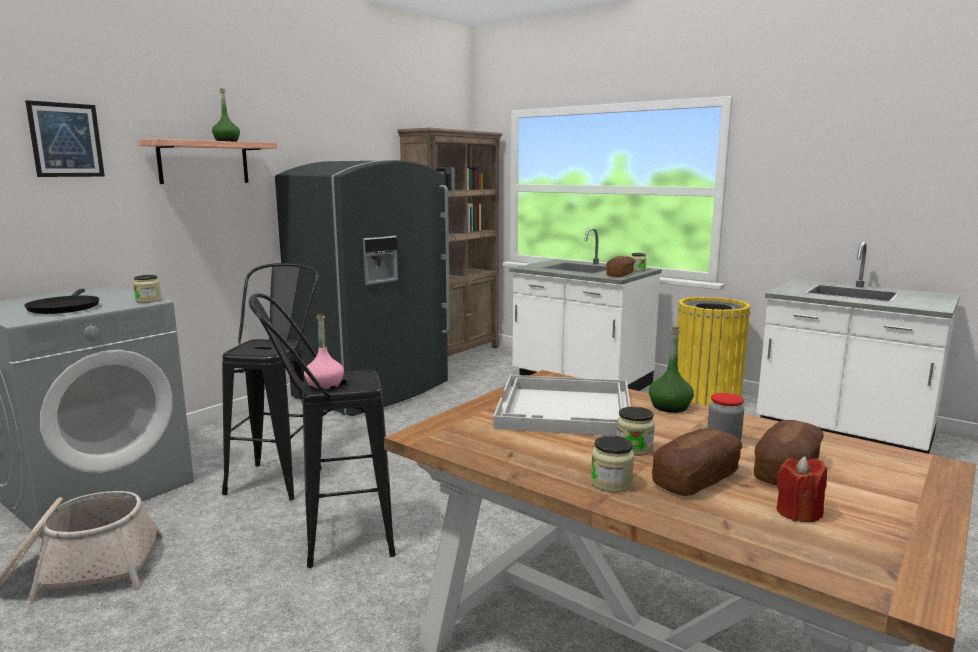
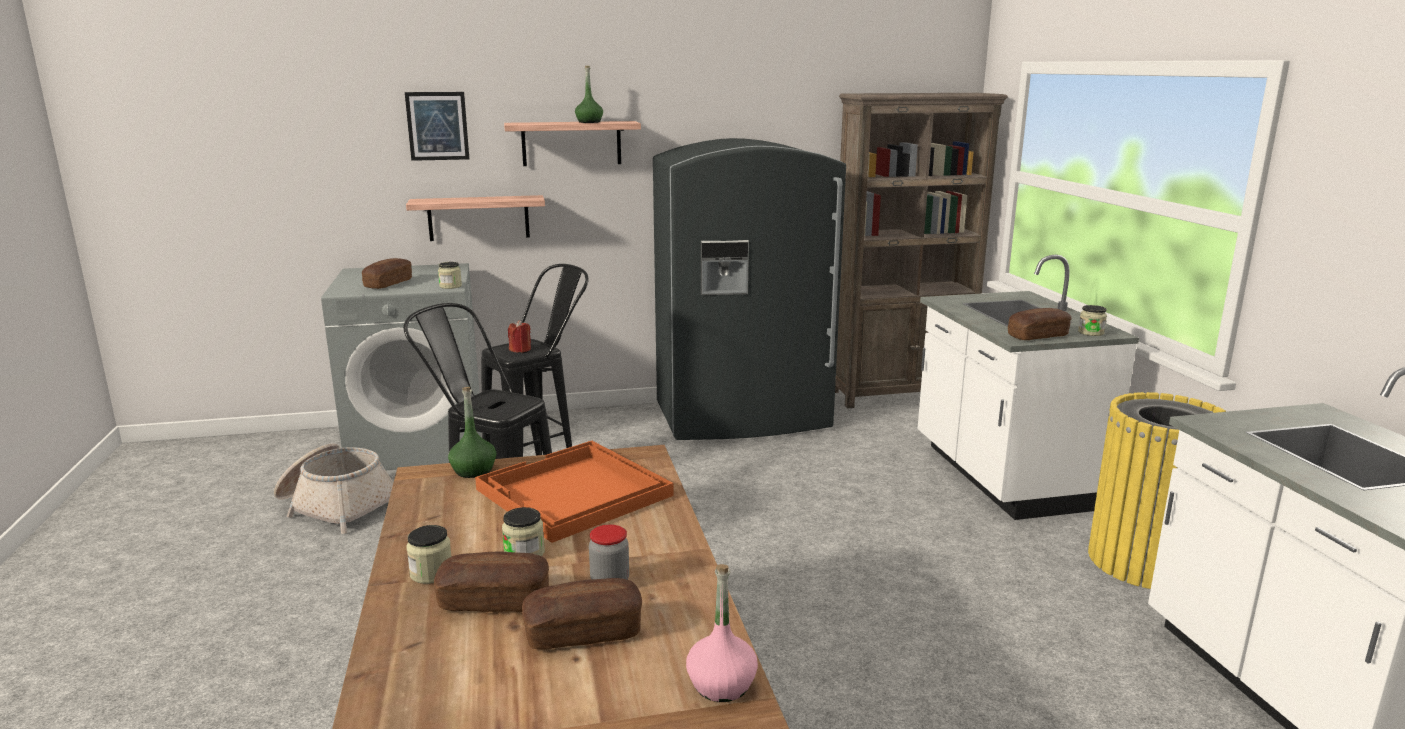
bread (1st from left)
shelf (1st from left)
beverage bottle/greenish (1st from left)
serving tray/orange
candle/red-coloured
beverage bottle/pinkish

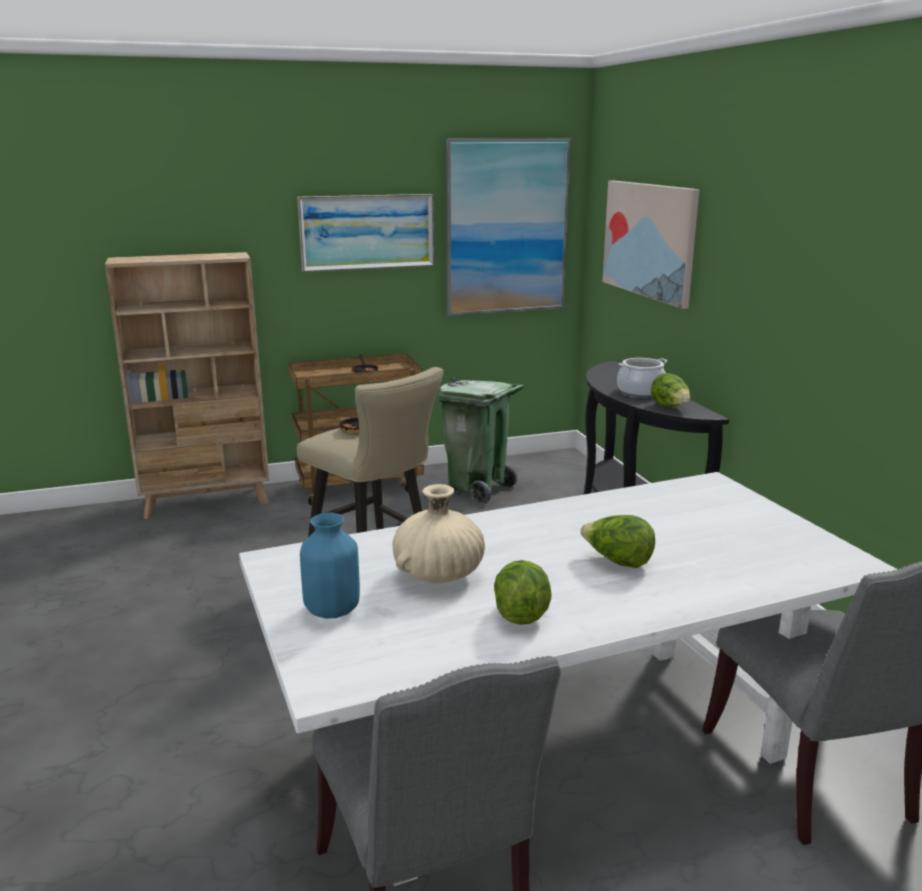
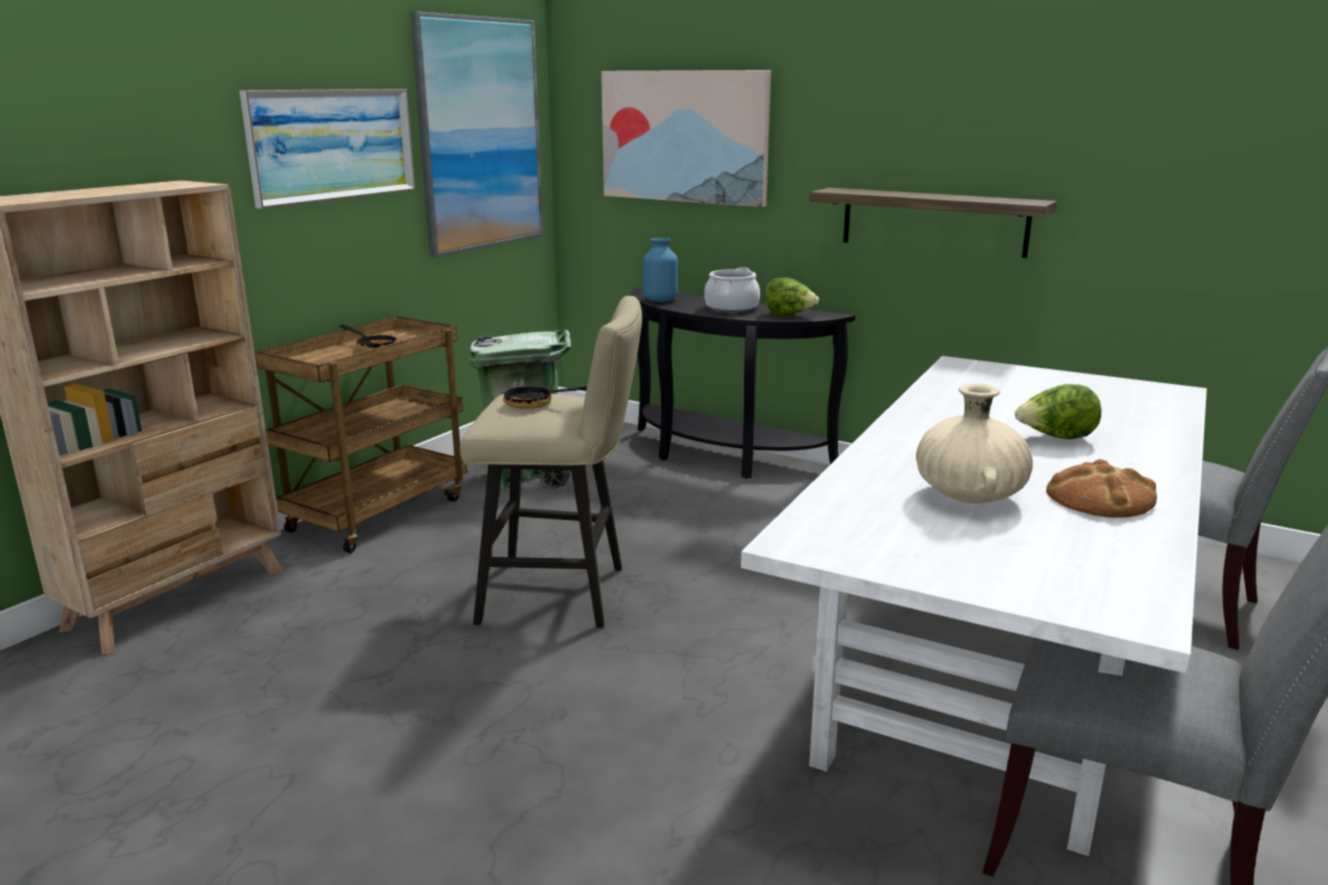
decorative vase/blue
shelf
bread

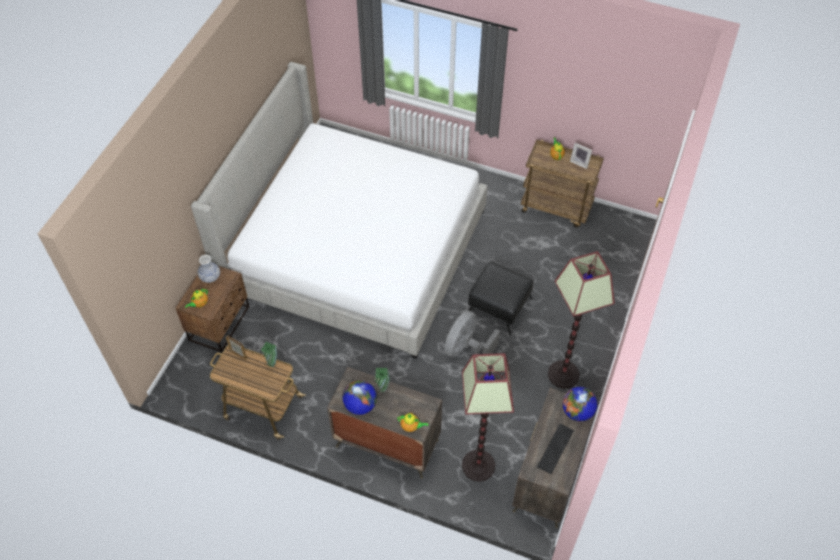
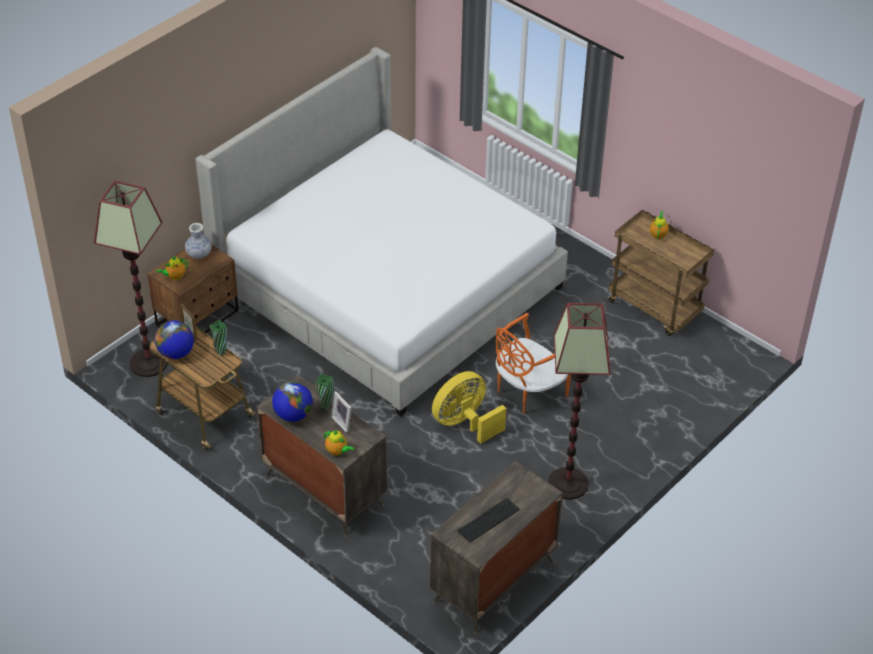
standing lamp (1st from left)
world globe (1st from left)
standing frame (2nd from left)
fan/yellow
plain chair/orange

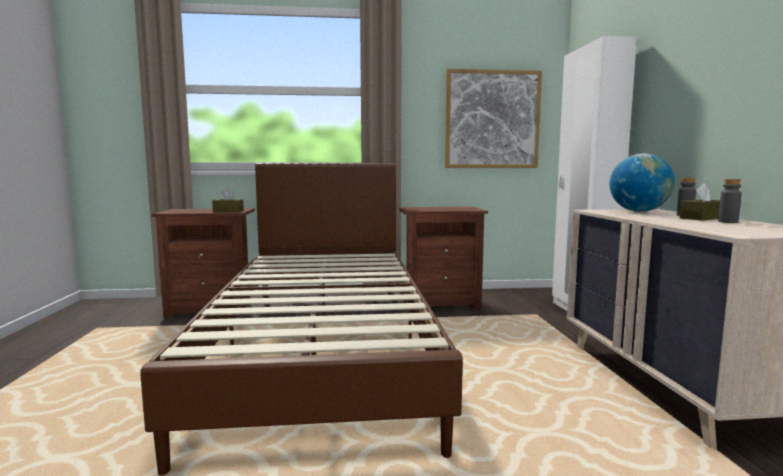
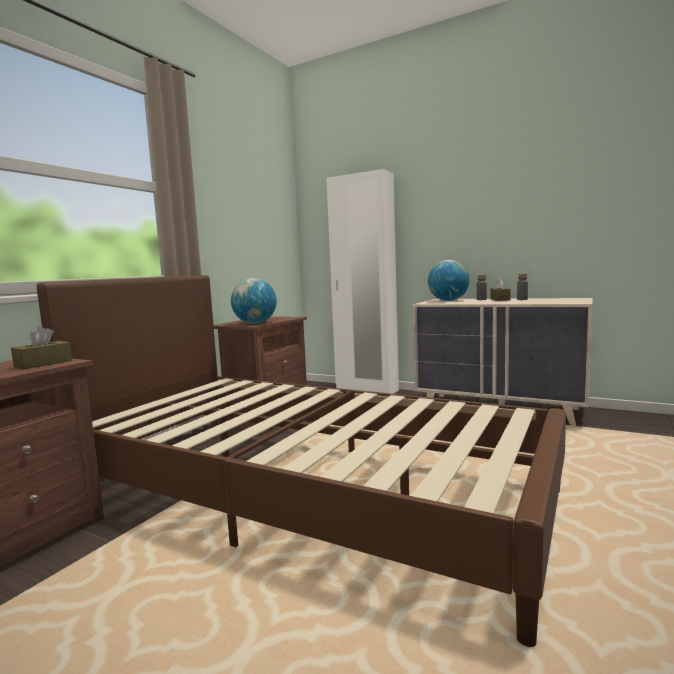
world globe (1st from left)
wall picture

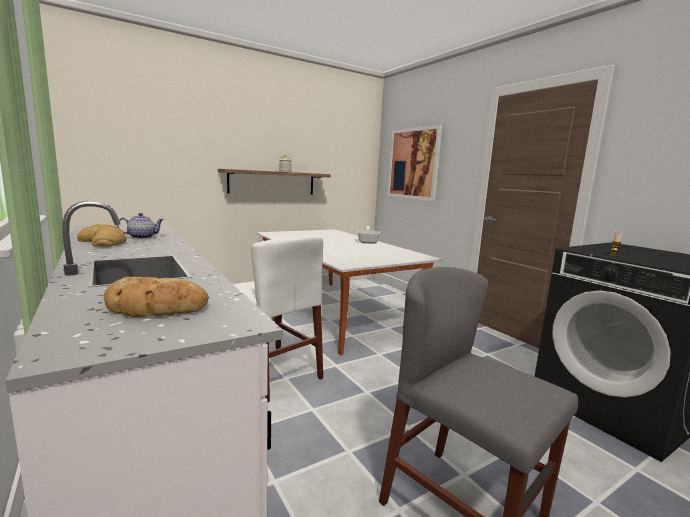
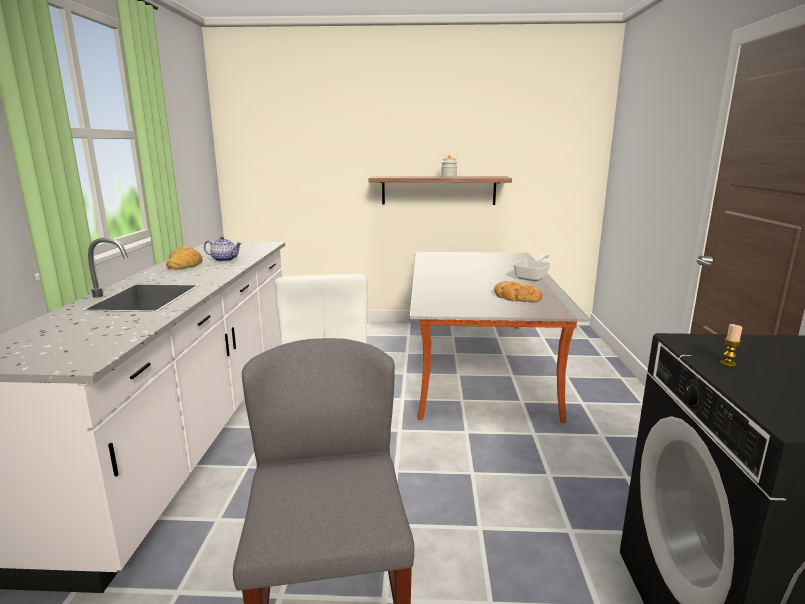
bread (2nd from left)
wall picture

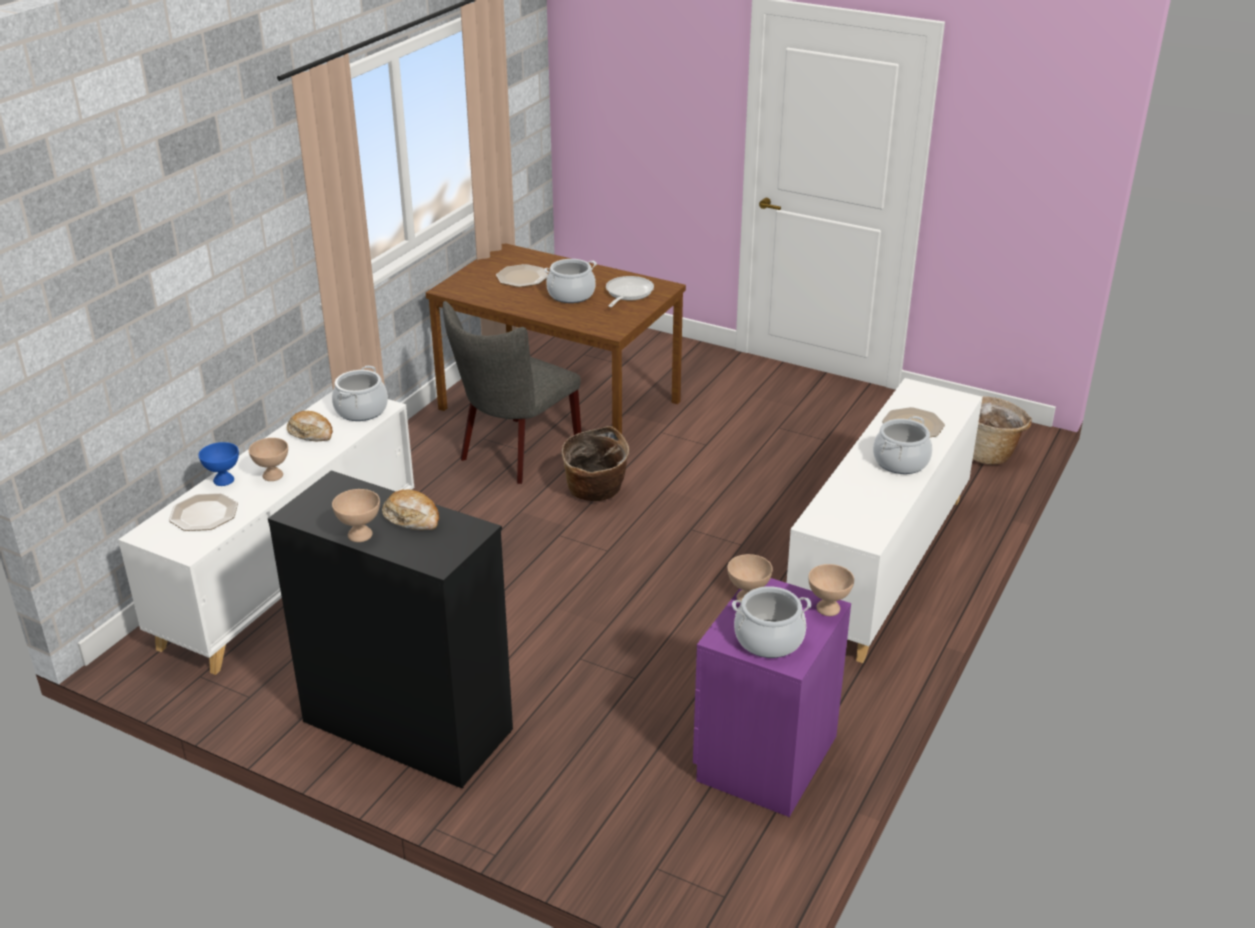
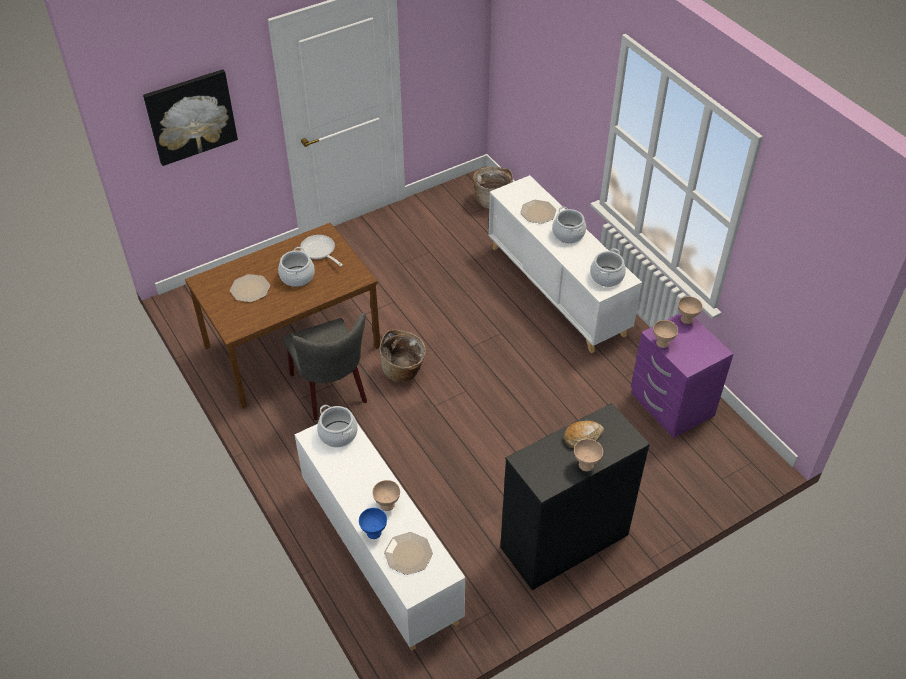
wall picture
saucepot (4th from left)
bread (1st from left in the first image)

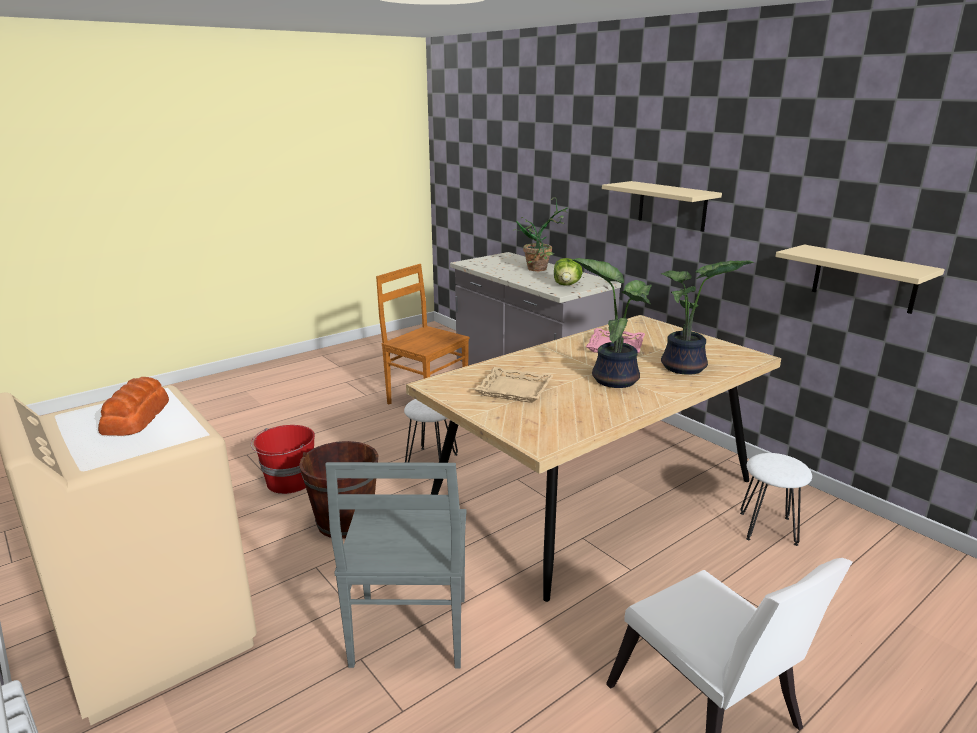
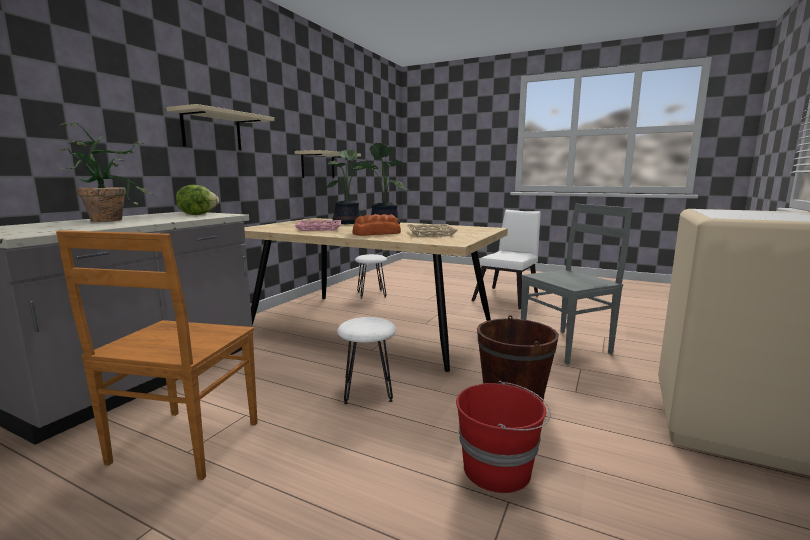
bread

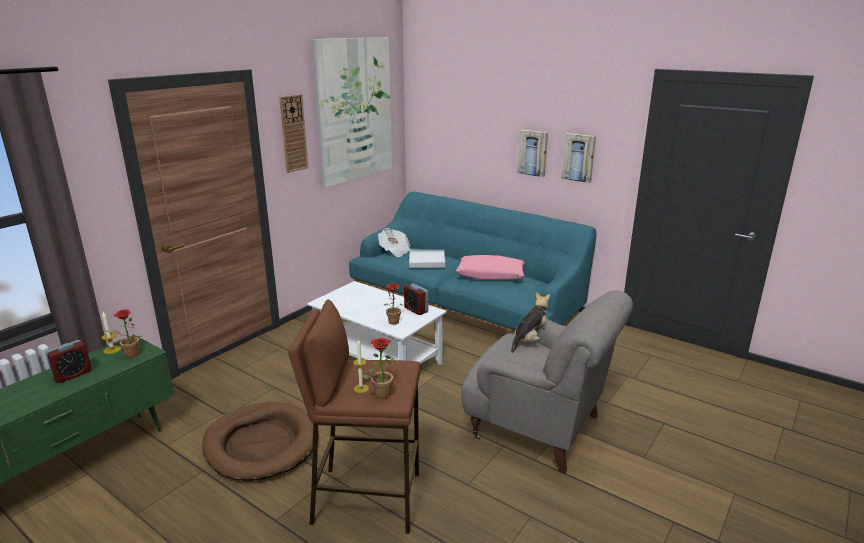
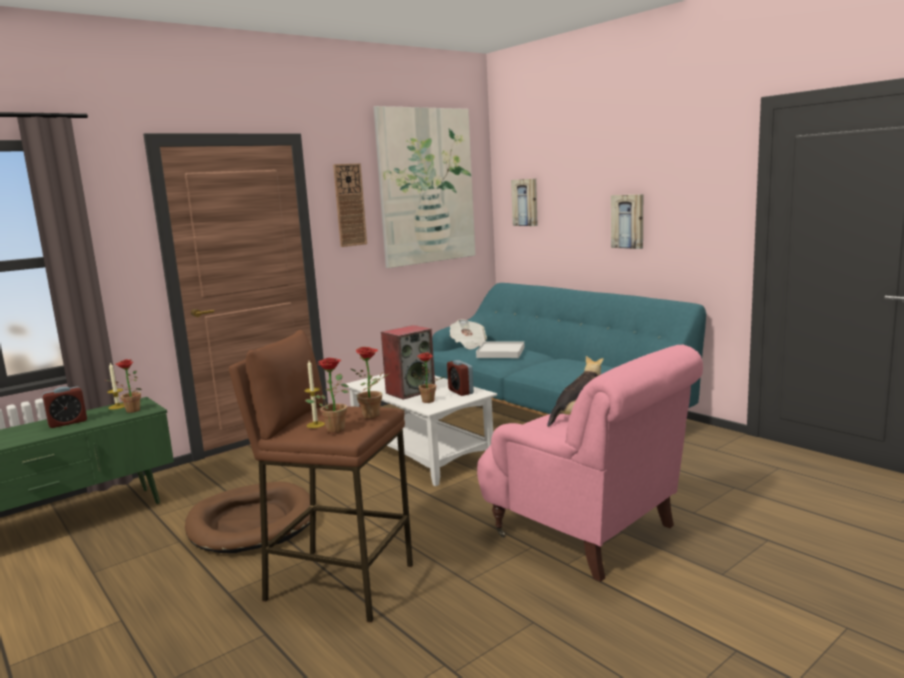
plant in a pot (3rd from left)
speaker
armchair/pinkish
wall picture (2nd from left)
throw pillow/pinkish

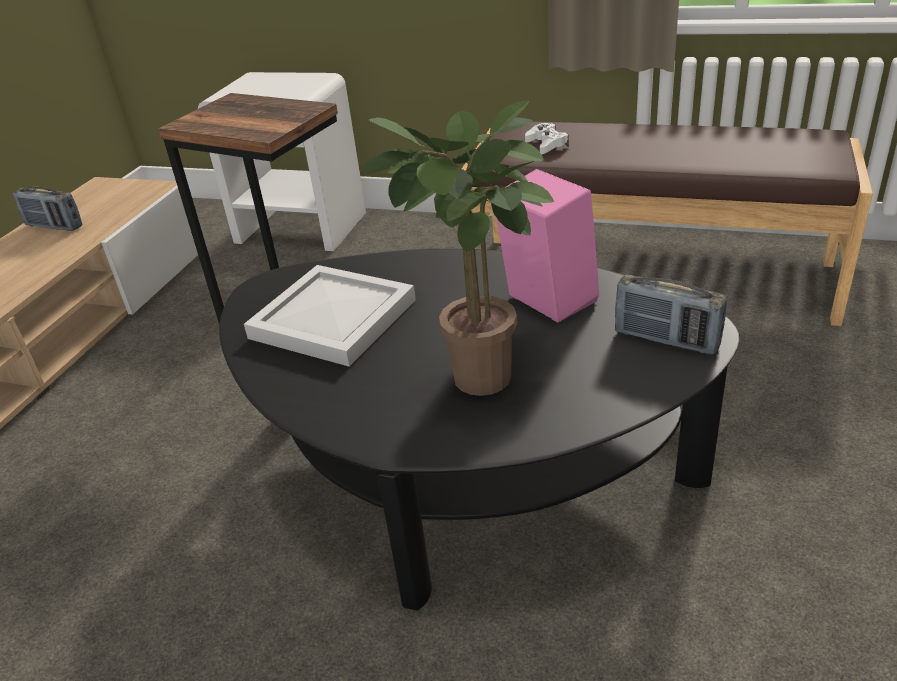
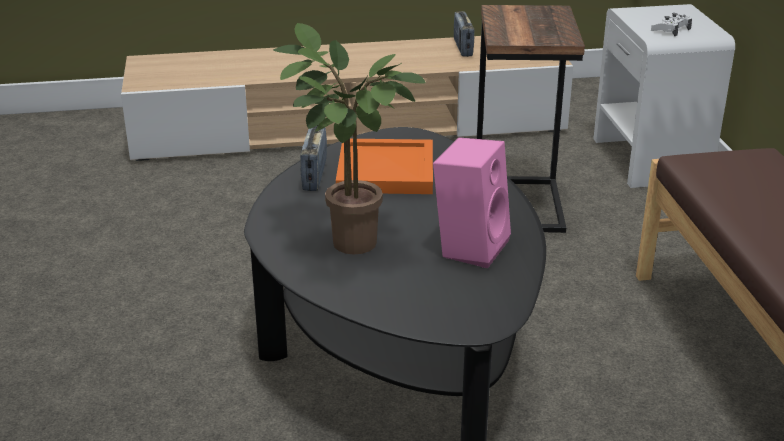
radio set (1st from left)
serving tray/orange
game controller/white

